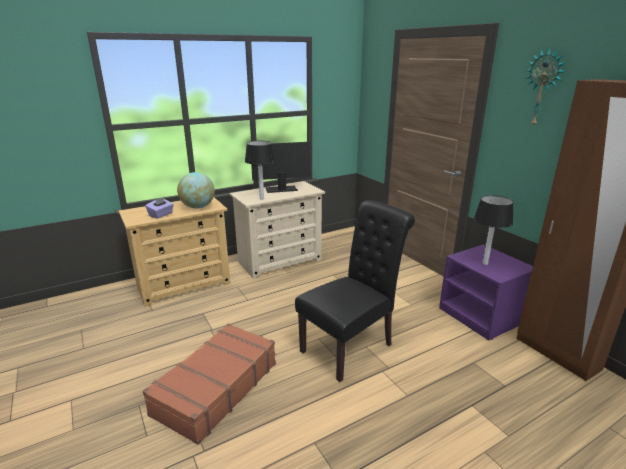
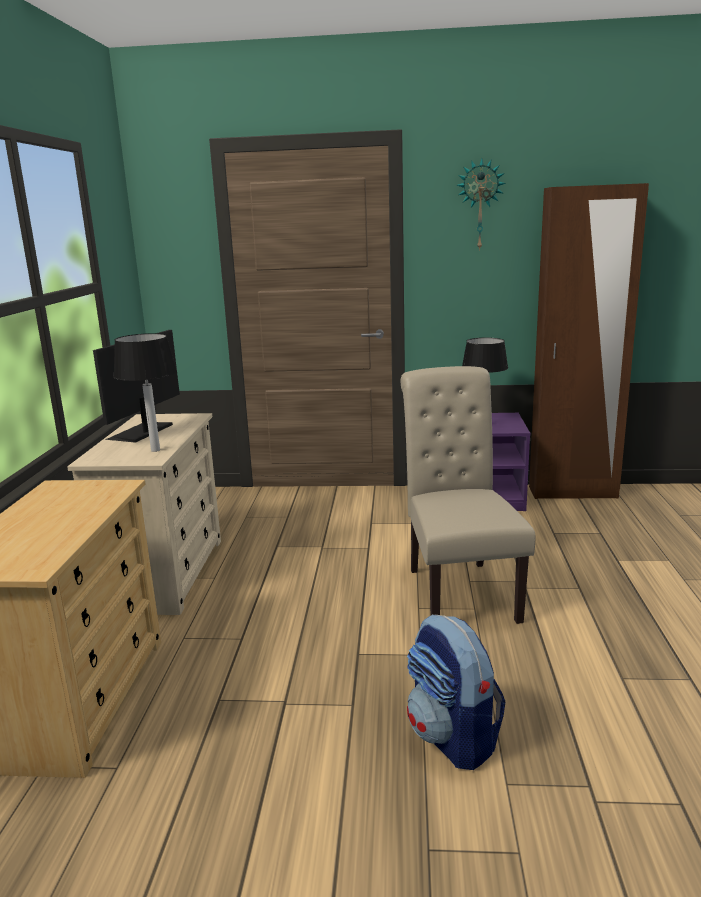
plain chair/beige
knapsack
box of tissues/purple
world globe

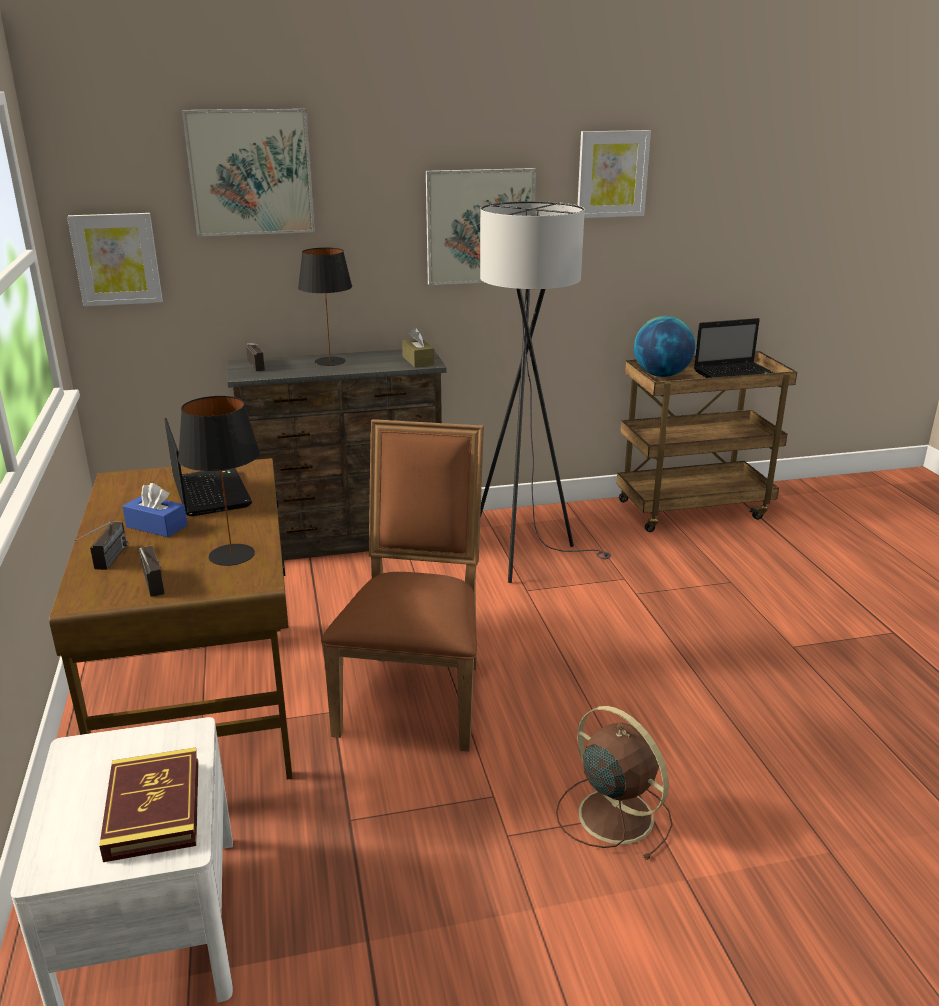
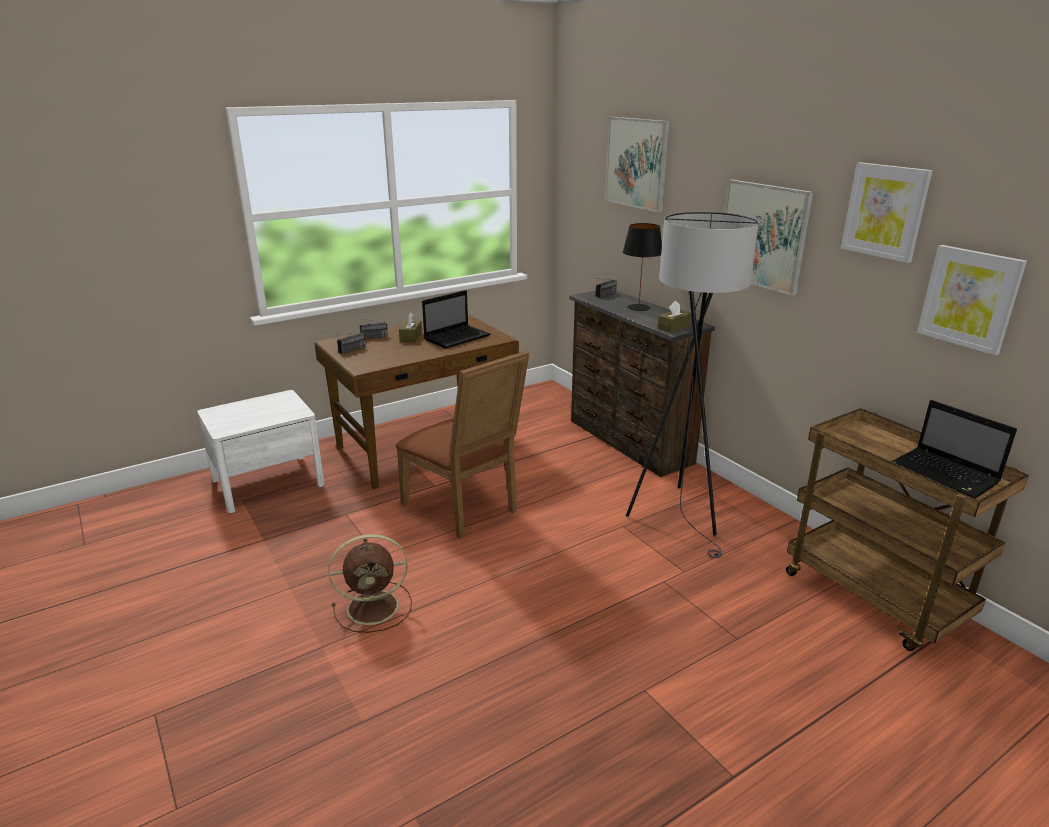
fan/brown-coloured
plain chair/brown-coloured
box of tissues/brown-coloured (1st from left)
wall picture (4th from left)
book
table lamp/blackish (1st from left in the first image)
world globe

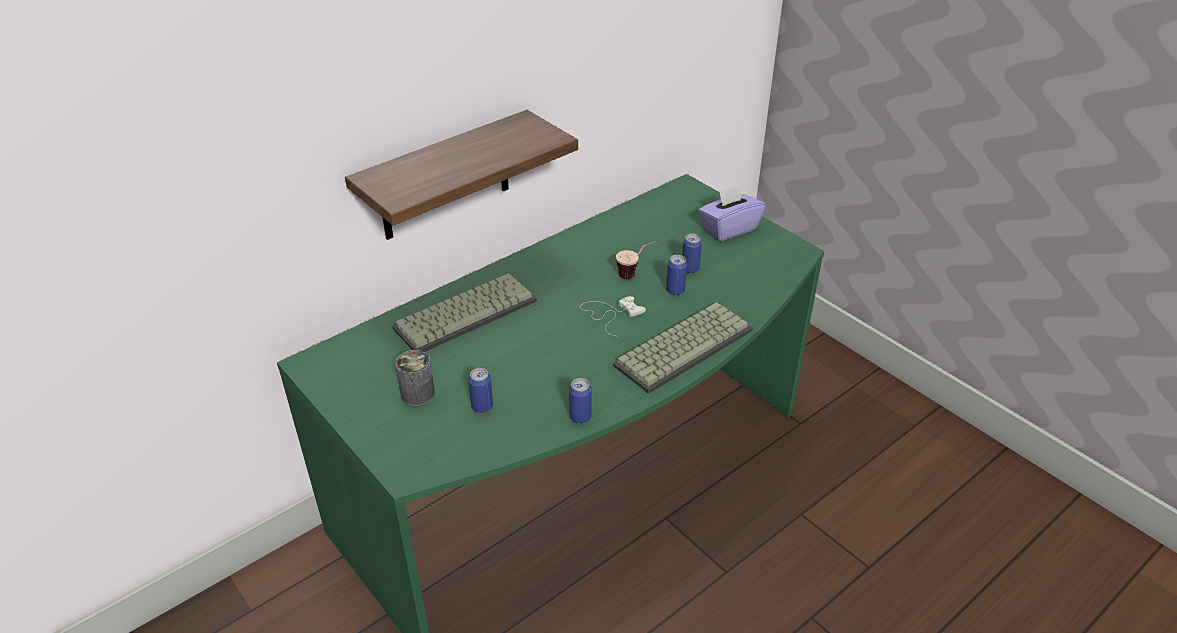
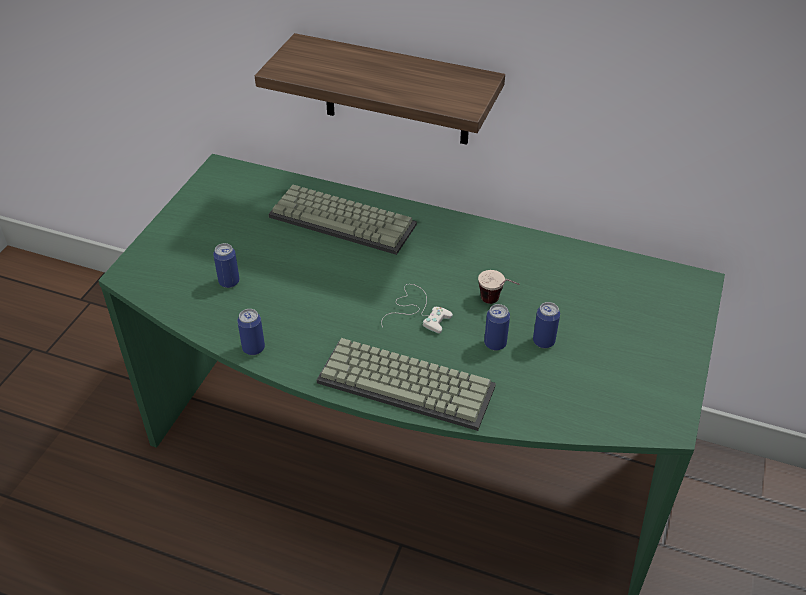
can (1st from left in the first image)
box of tissues/purple

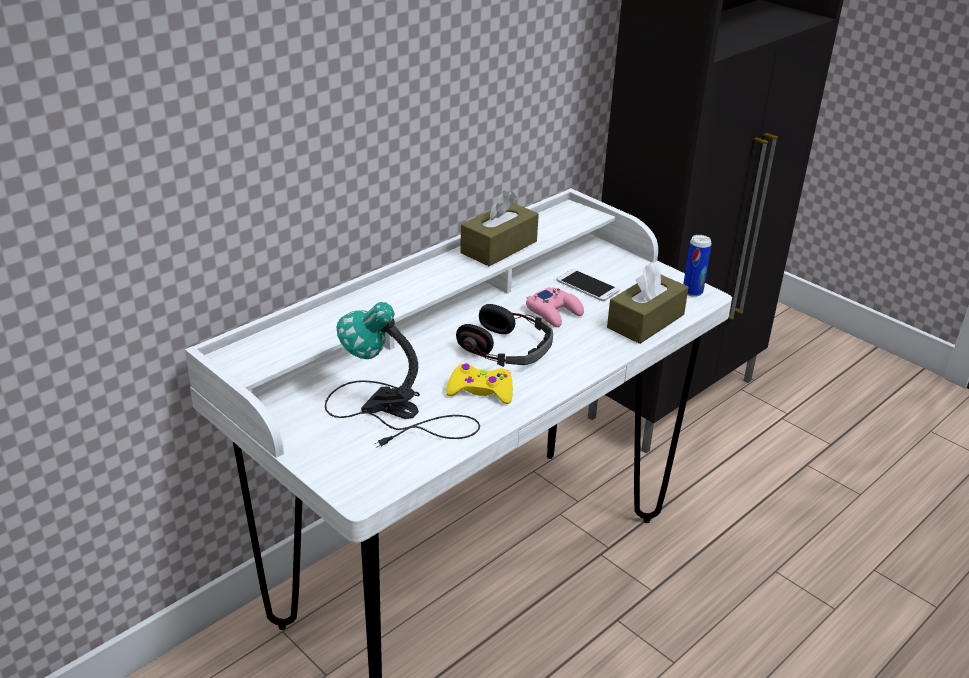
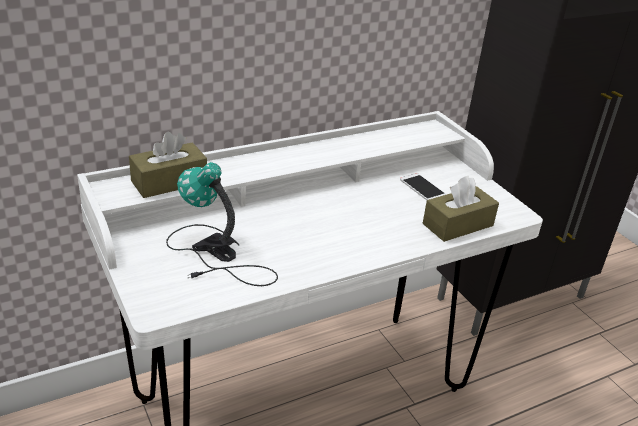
box of tissues/brown-coloured (1st from left)
game controller/yellow
headset
game controller/pinkish
can

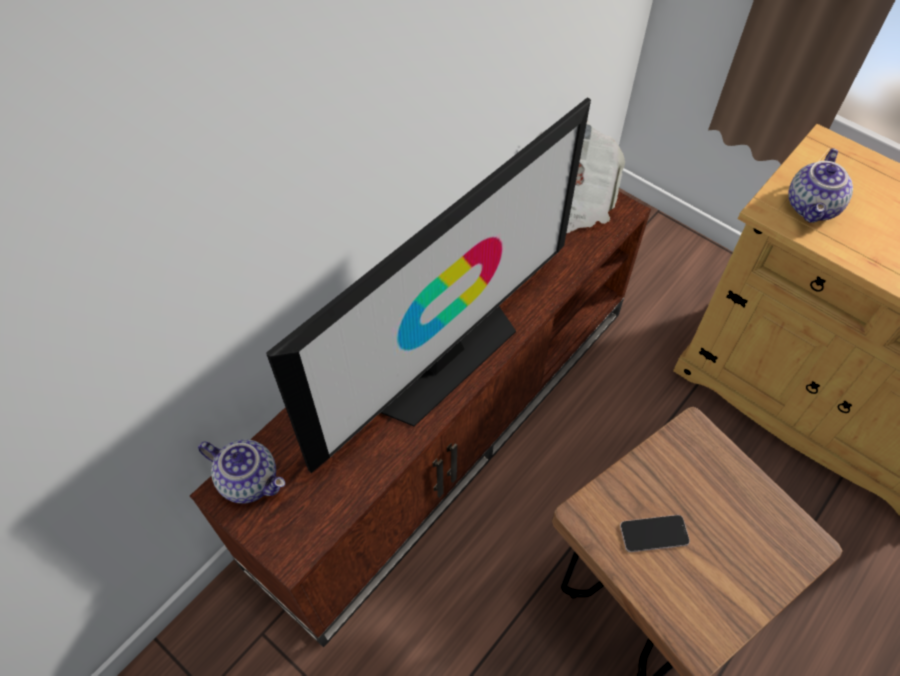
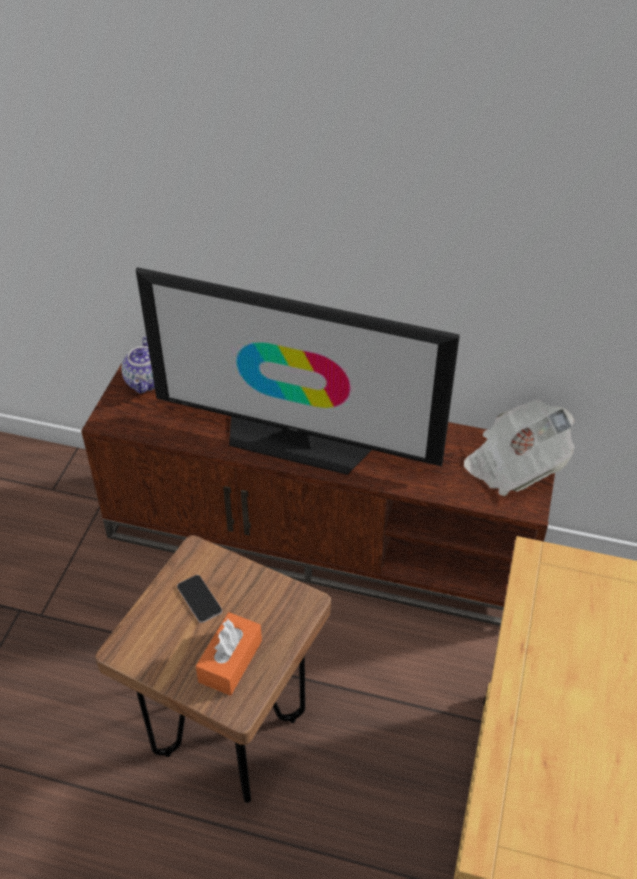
box of tissues/orange
tea pot (2nd from left in the first image)

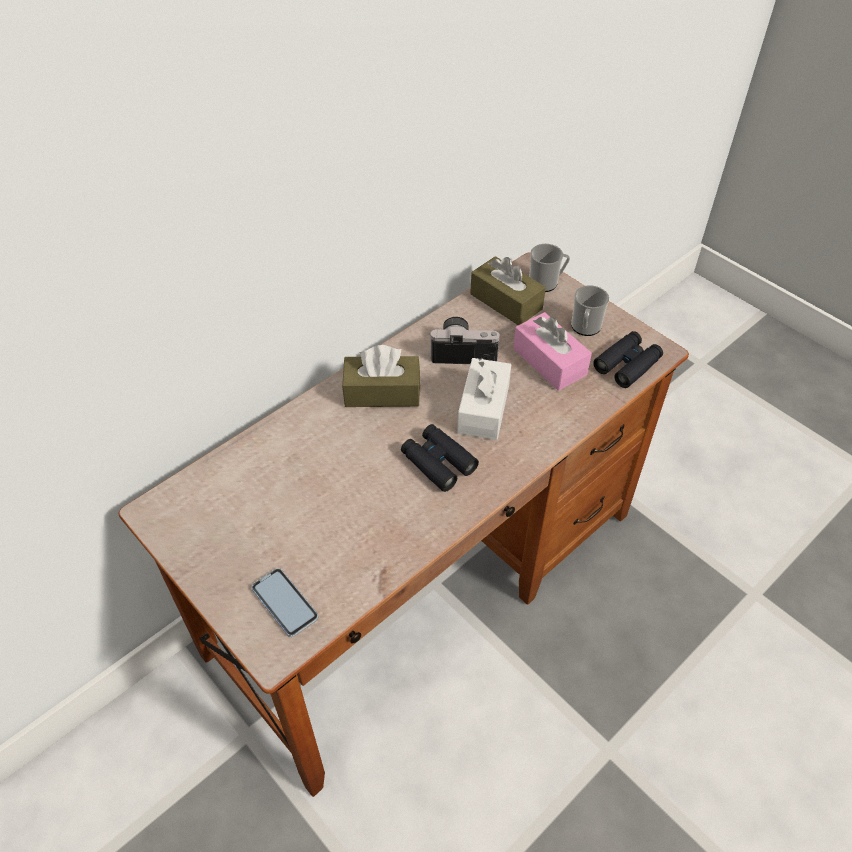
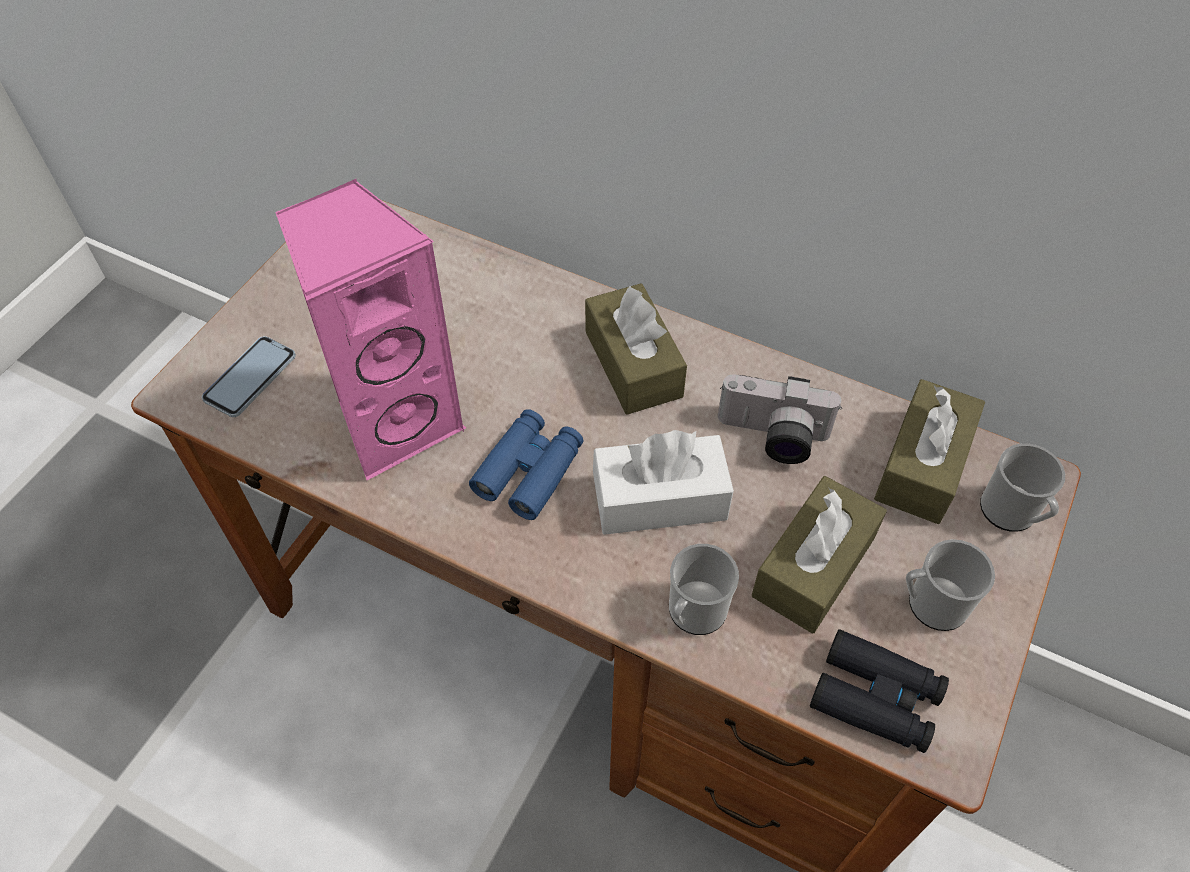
speaker/pinkish
pair of binoculars/blue
coffee mug (1st from left)
still camera
box of tissues/brown-coloured (2nd from left)

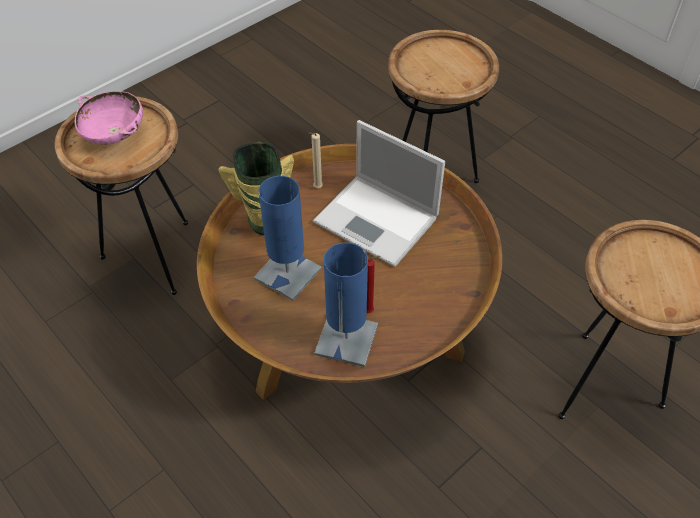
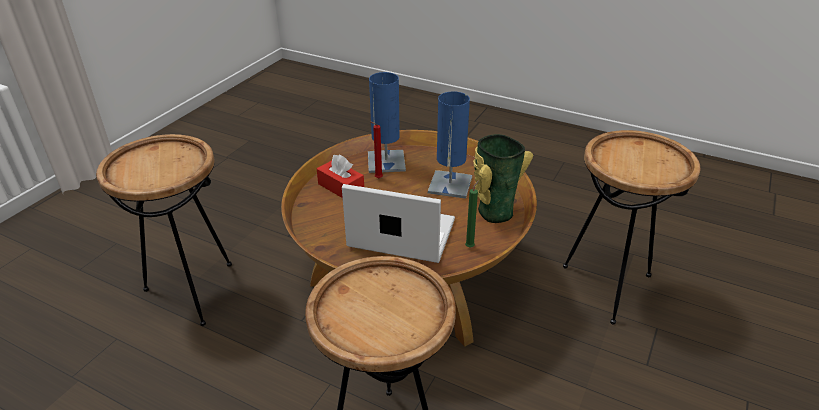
box of tissues/red-coloured
candle/greenish
bowl/pinkish

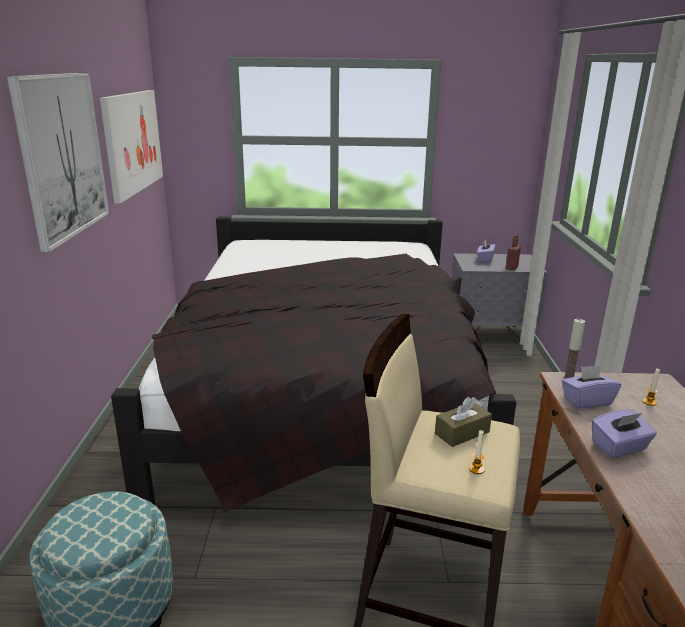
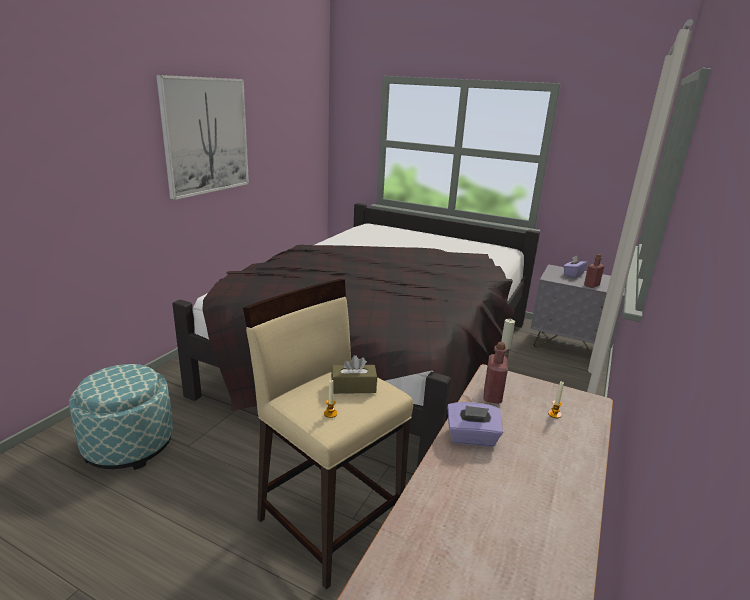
beverage bottle/red-coloured (1st from left)
wall picture (2nd from left in the first image)

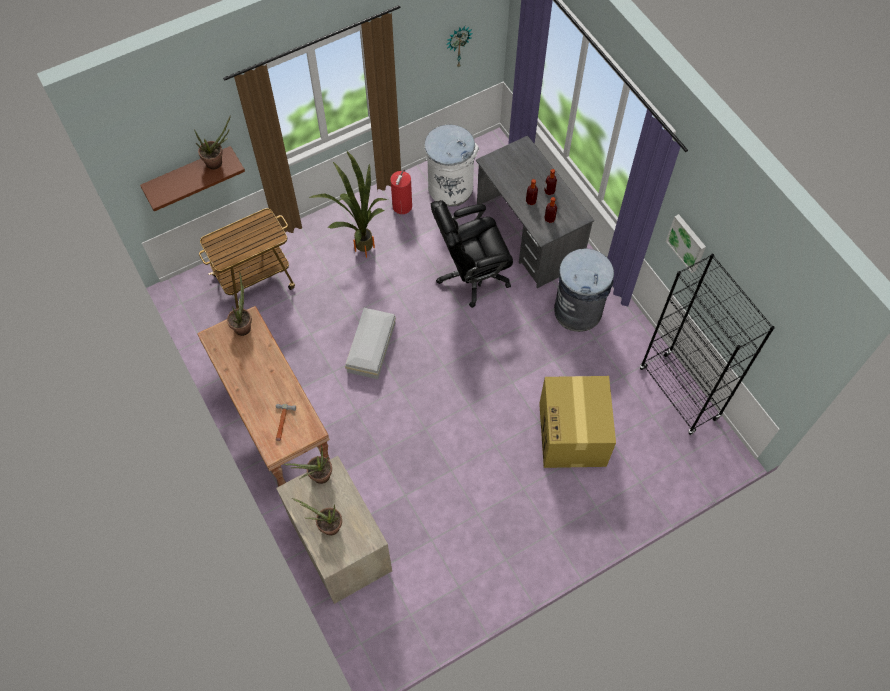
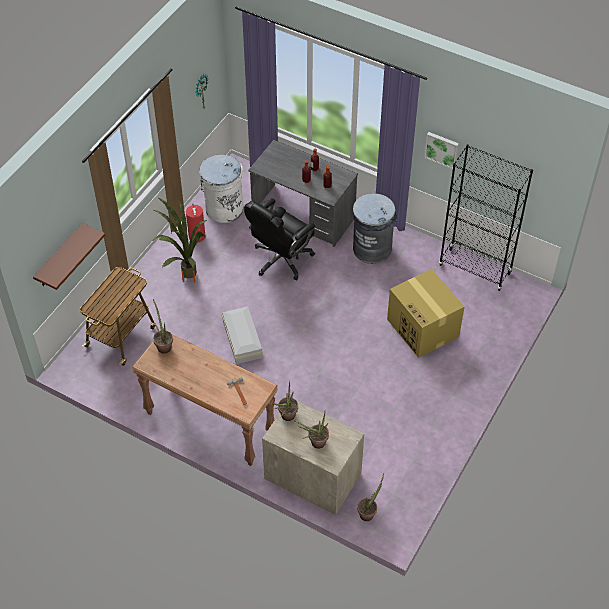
plant in a pot (5th from left)

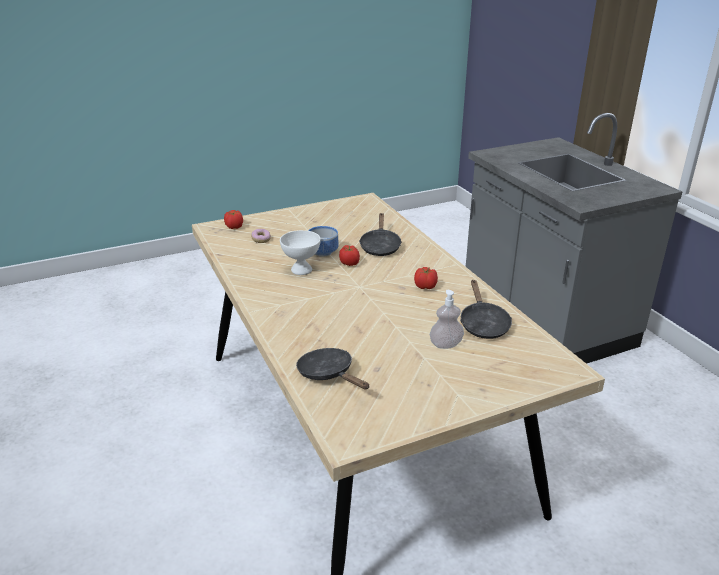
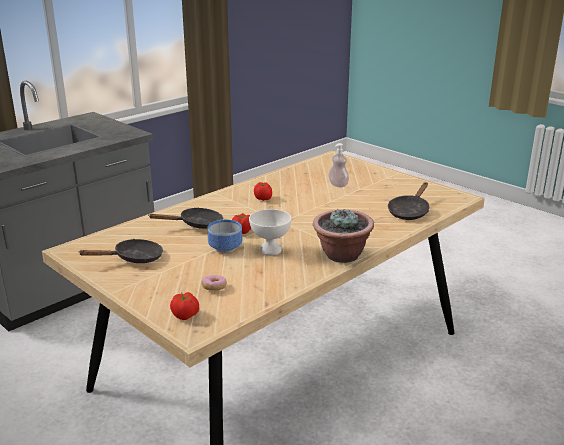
pan/blackish (1st from left)
plant in a pot

